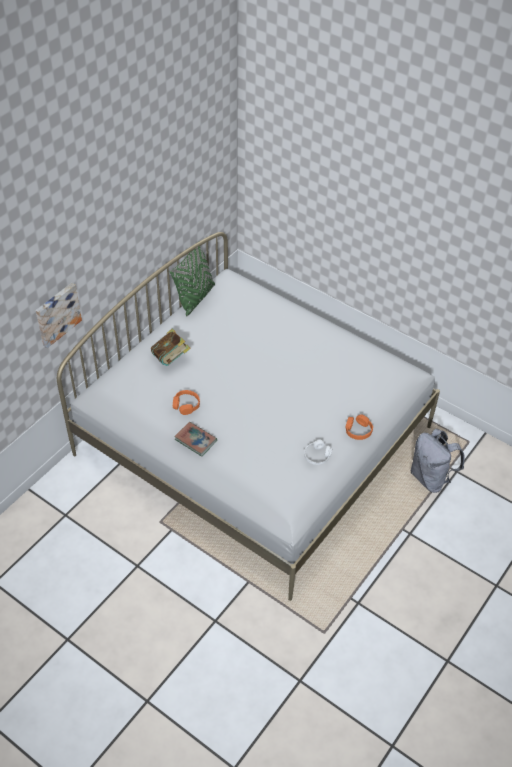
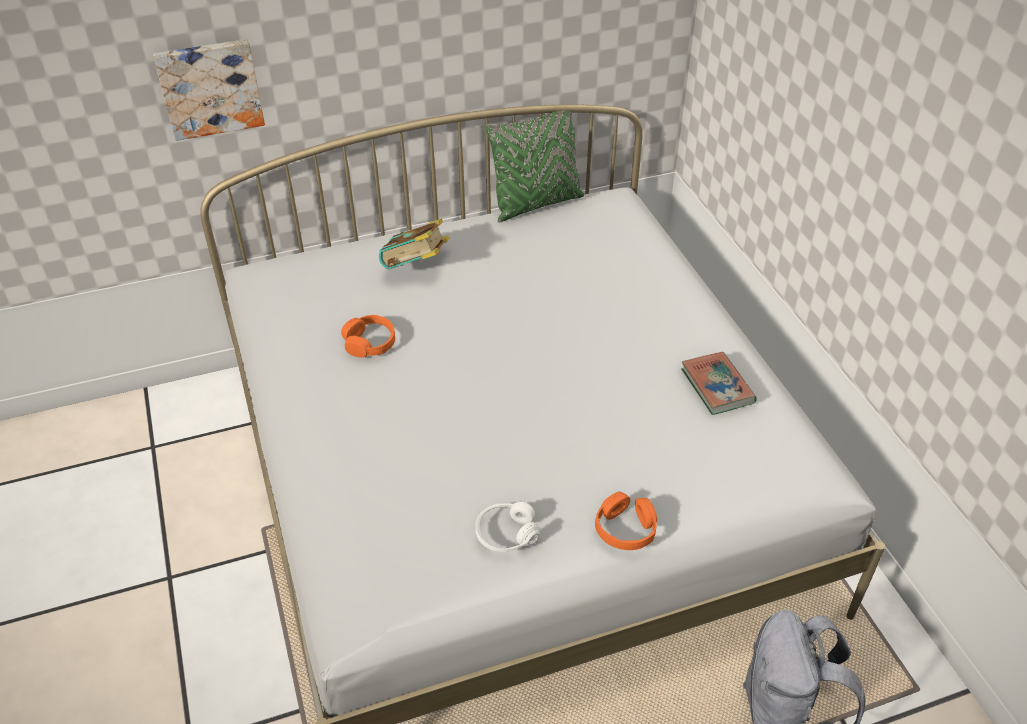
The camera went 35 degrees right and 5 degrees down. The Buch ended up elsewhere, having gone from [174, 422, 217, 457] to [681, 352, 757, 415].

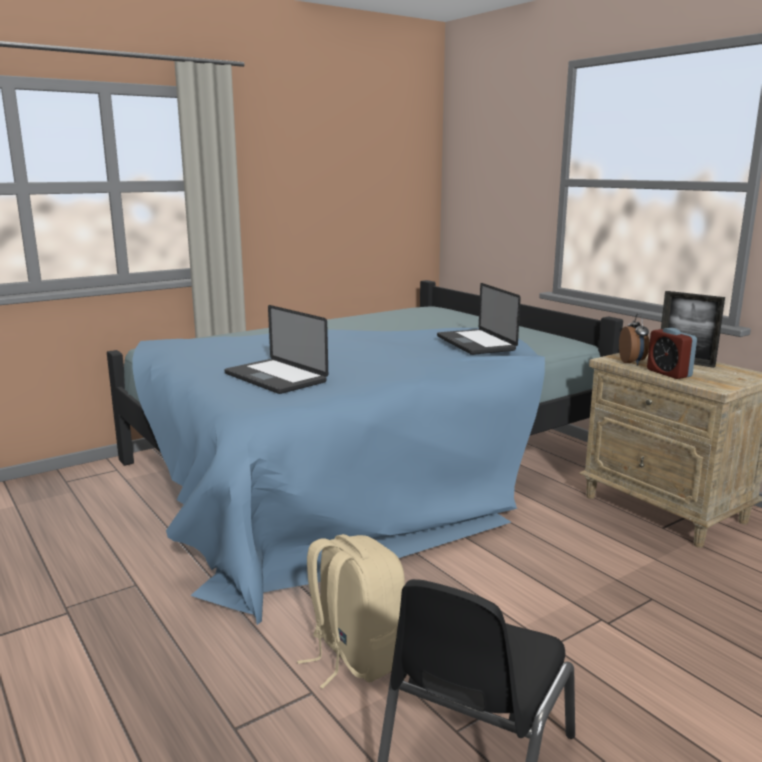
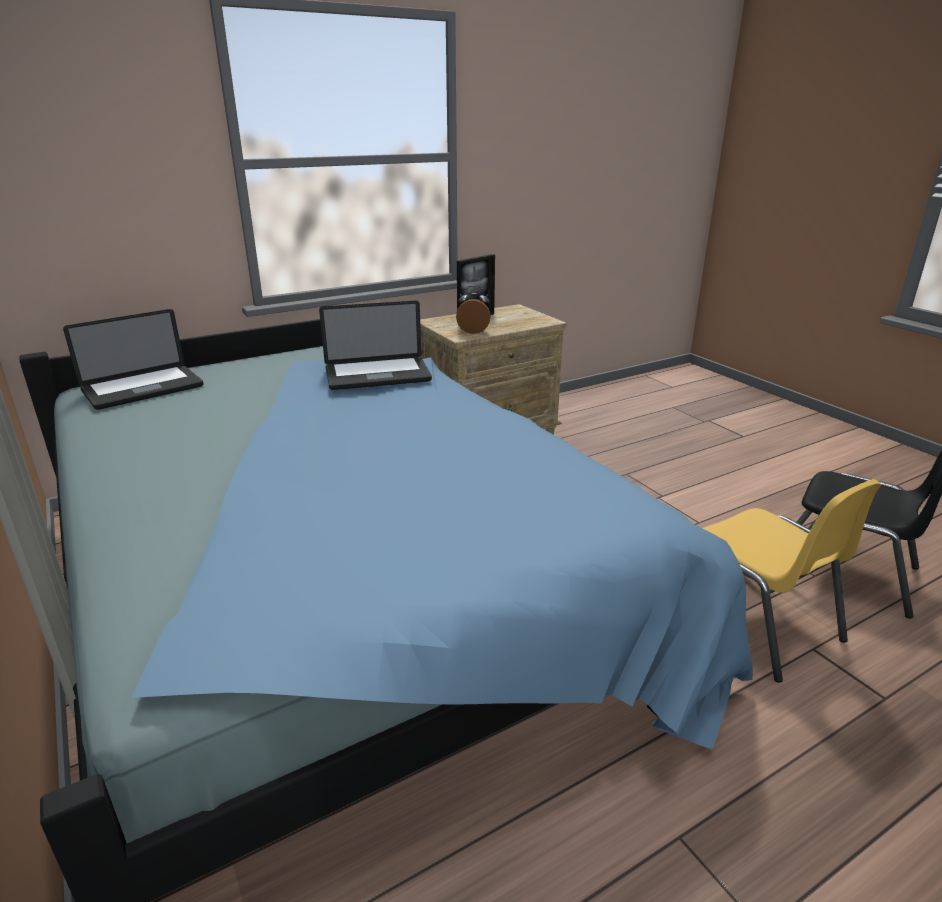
The camera went 85 degrees left and 10 degrees up. The second view lost the Wecker at [647, 328, 697, 379]. The Laptop ended up elsewhere, having gone from [224, 305, 328, 394] to [63, 309, 203, 410]. Where the Rucksack/beige stood at [297, 534, 405, 689], the Stuhl/gelb came to stand at [703, 479, 881, 683].

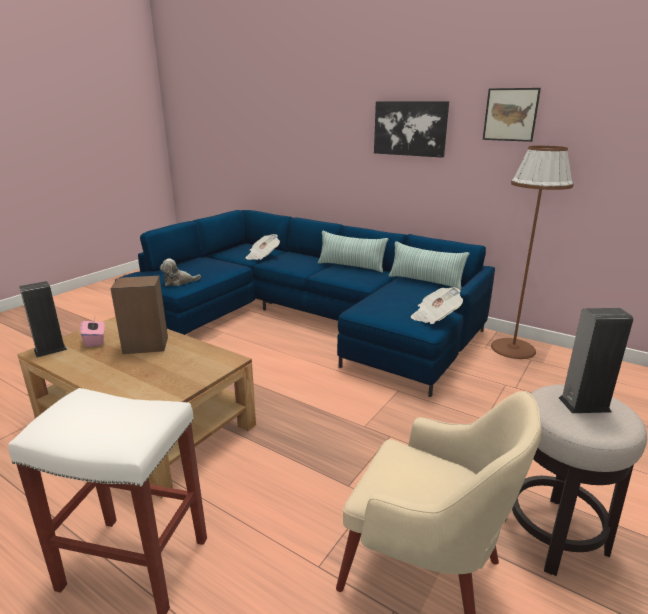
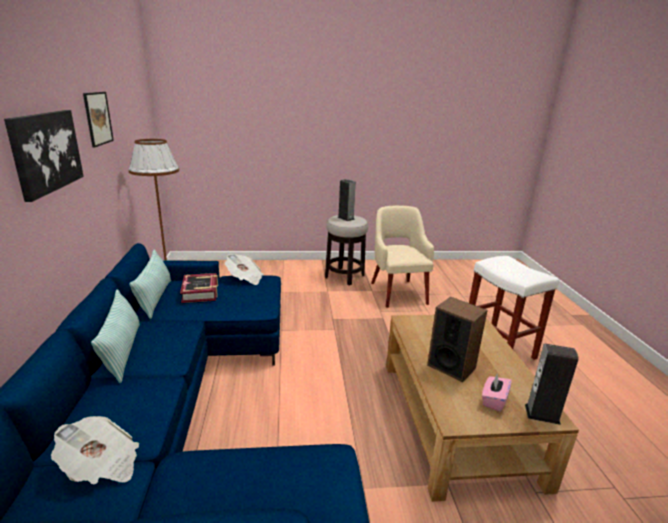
The camera went 130 degrees left and 0 degrees up. The second view lost the Plüschtier at [160, 258, 201, 286]. The second view gained the Buch at [180, 273, 218, 303].

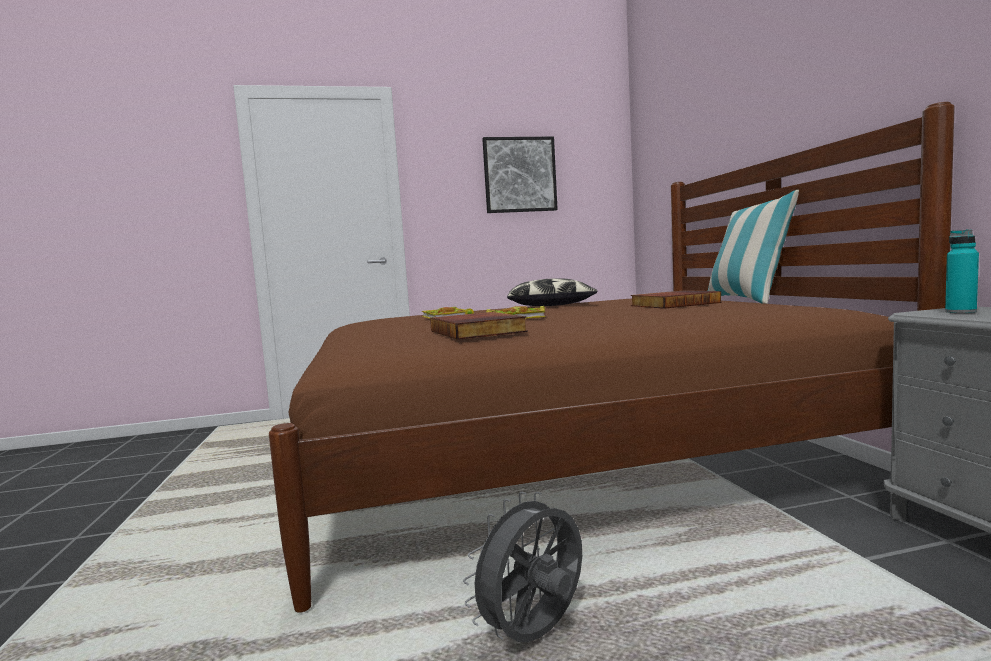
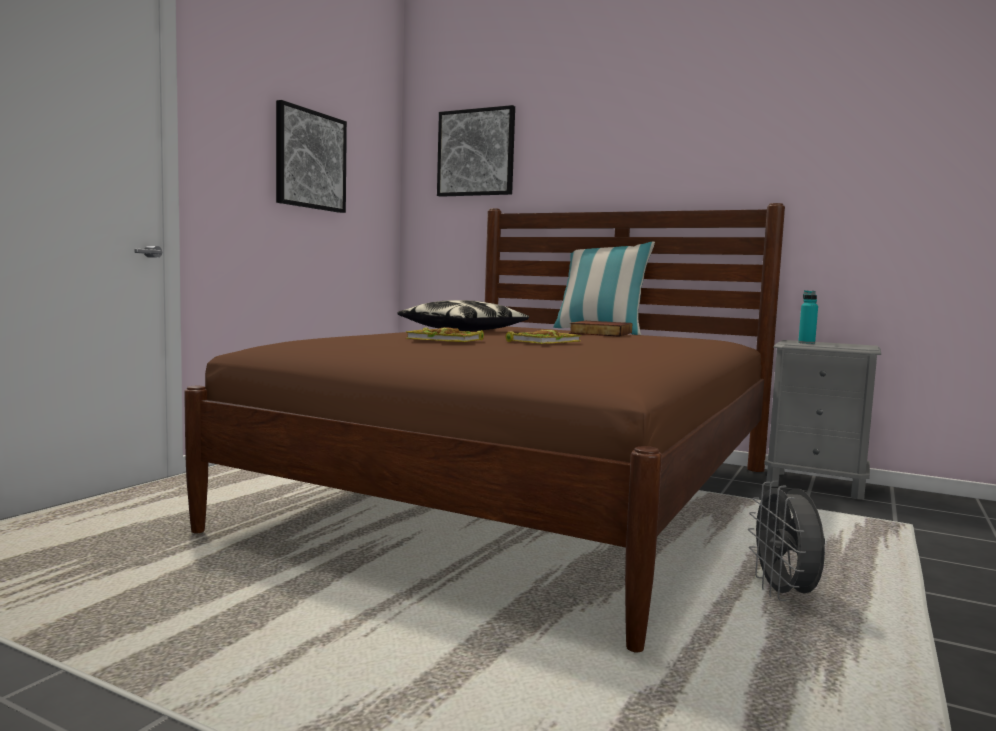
The camera went 50 degrees left and 0 degrees up. The second view lost the Buch at [430, 312, 528, 340]. The second view gained the Bild at [437, 105, 515, 197].

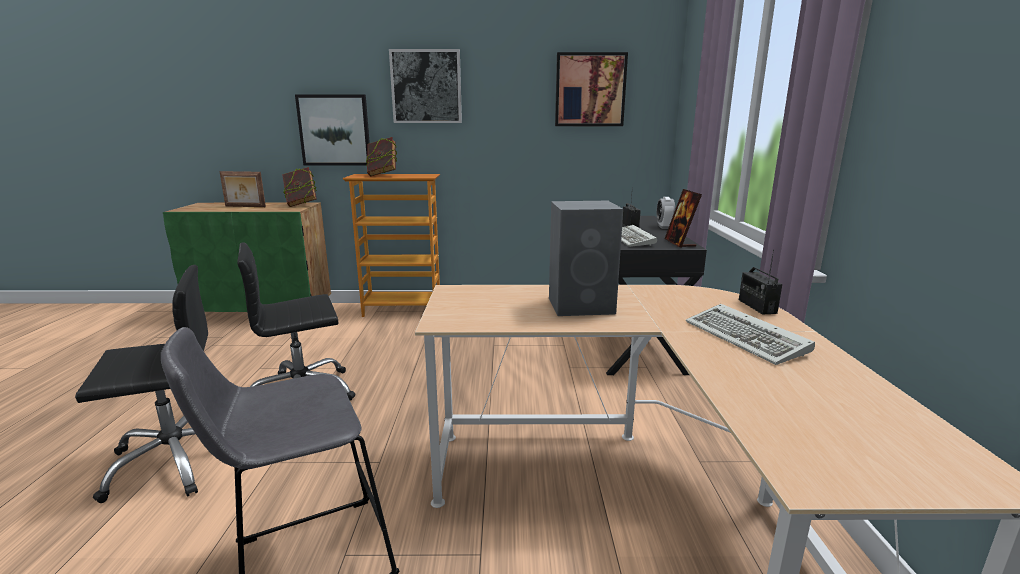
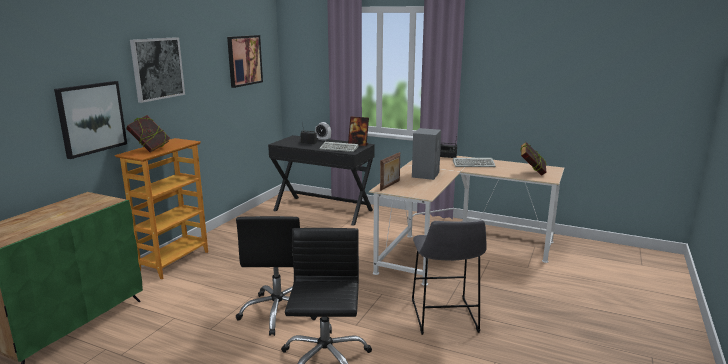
The camera went 65 degrees left and 0 degrees up. The Bilderrahmen ended up elsewhere, having gone from [219, 171, 266, 207] to [380, 152, 400, 191]. The Buch ended up elsewhere, having gone from [282, 167, 317, 207] to [520, 142, 546, 176].

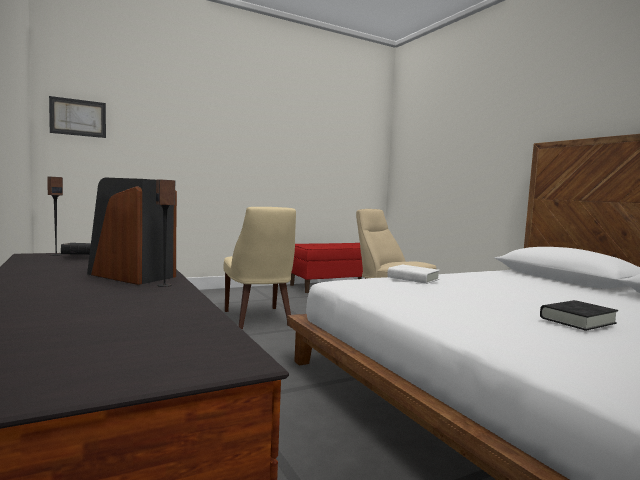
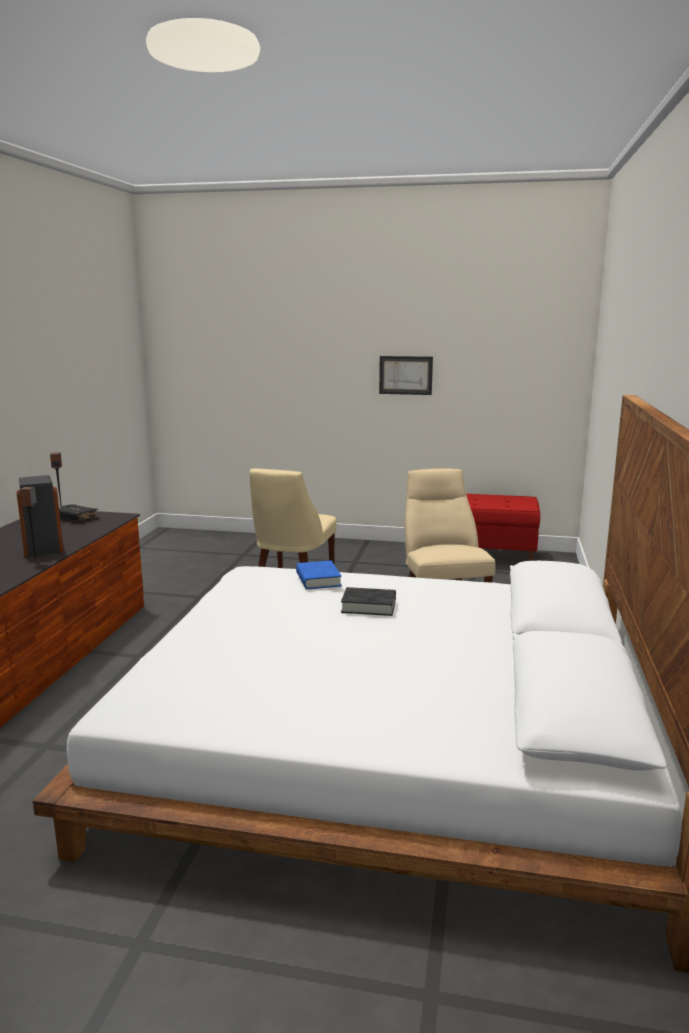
The camera went 40 degrees right and 10 degrees up. The Bild ended up elsewhere, having gone from [49, 96, 106, 138] to [379, 356, 433, 395]. The Buch/schwarz ended up elsewhere, having gone from [540, 300, 618, 331] to [341, 587, 396, 616]. What was the Buch/weiß at [387, 265, 440, 284] turned into the Buch/blau at [296, 560, 342, 589].

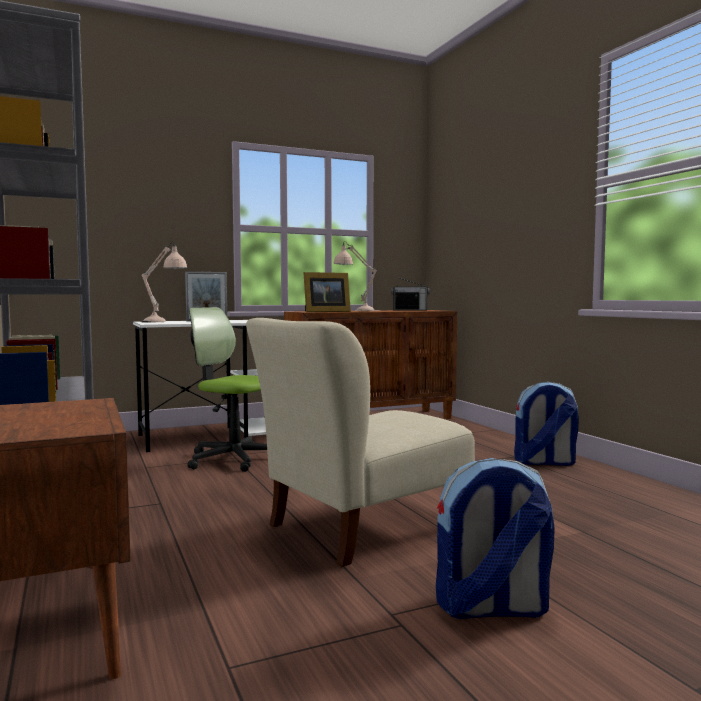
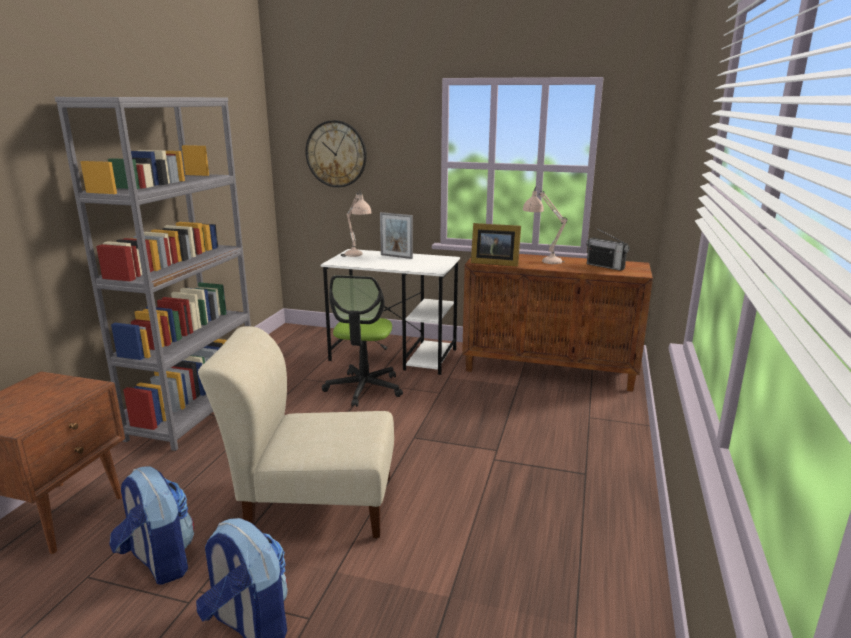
The camera went 40 degrees right and 15 degrees up. The second view gained the Wanduhr at [305, 120, 367, 188]. The Rucksack ended up elsewhere, having gone from [514, 382, 579, 466] to [109, 466, 194, 585]. The Bürostuhl at [187, 307, 267, 472] ended up facing another way, 150 degrees counterclockwise from before.

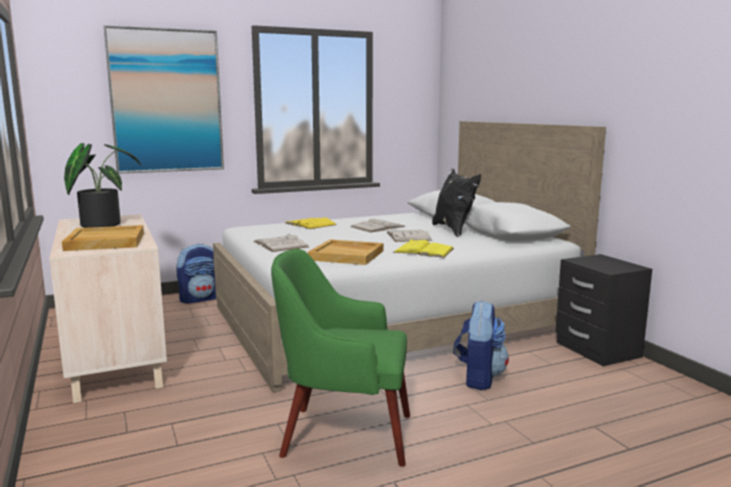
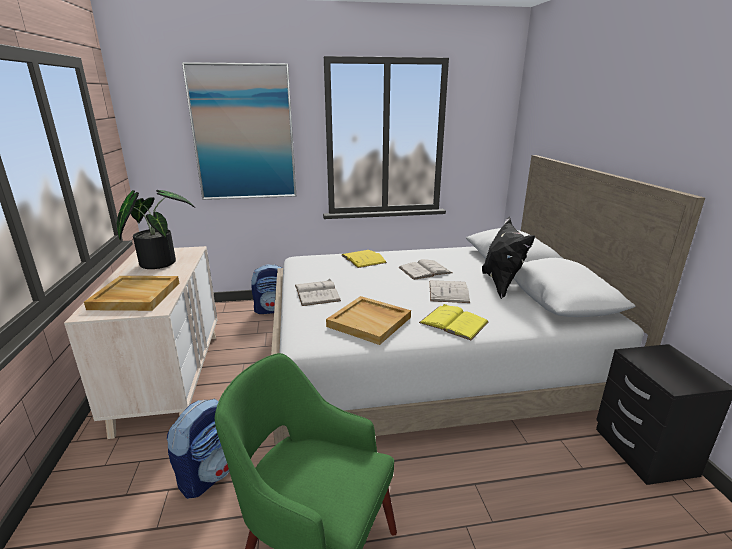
The camera went 15 degrees right and 10 degrees up. The Rucksack ended up elsewhere, having gone from [453, 301, 509, 390] to [167, 399, 229, 499].

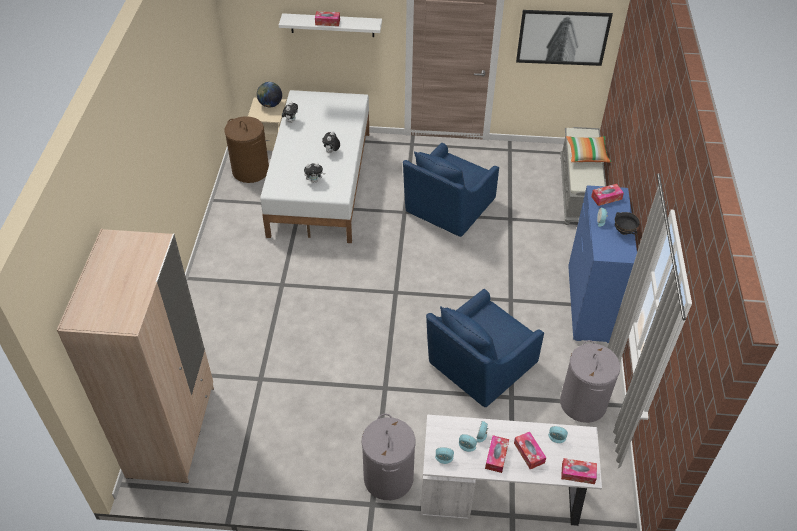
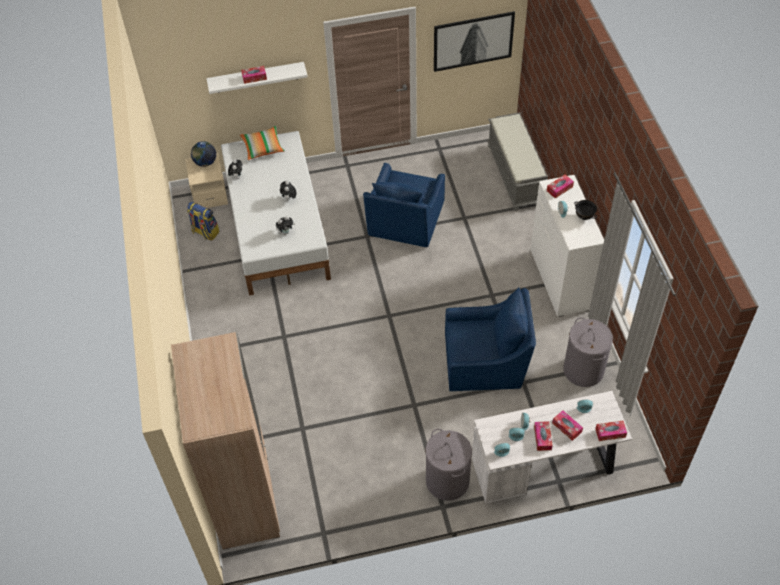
The camera went 15 degrees left and 5 degrees up. The Kissen ended up elsewhere, having gone from [566, 136, 611, 162] to [240, 126, 285, 160]. Where the Wäschekorb/braun stood at [224, 116, 269, 183], the Rucksack came to stand at [187, 202, 220, 240]. What was the Kommode/blau at [568, 185, 637, 343] turned into the Kommode/weiß at [530, 175, 604, 317]. The Sessel/blau at [426, 289, 544, 407] ended up facing another way, 120 degrees counterclockwise from before.

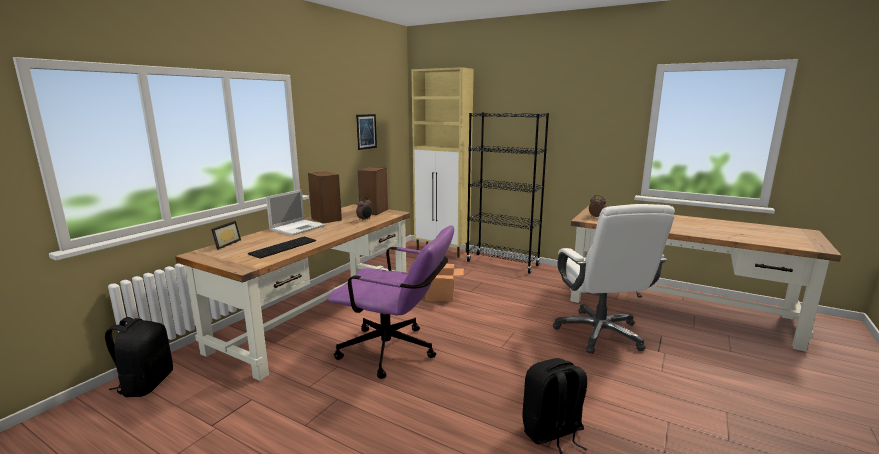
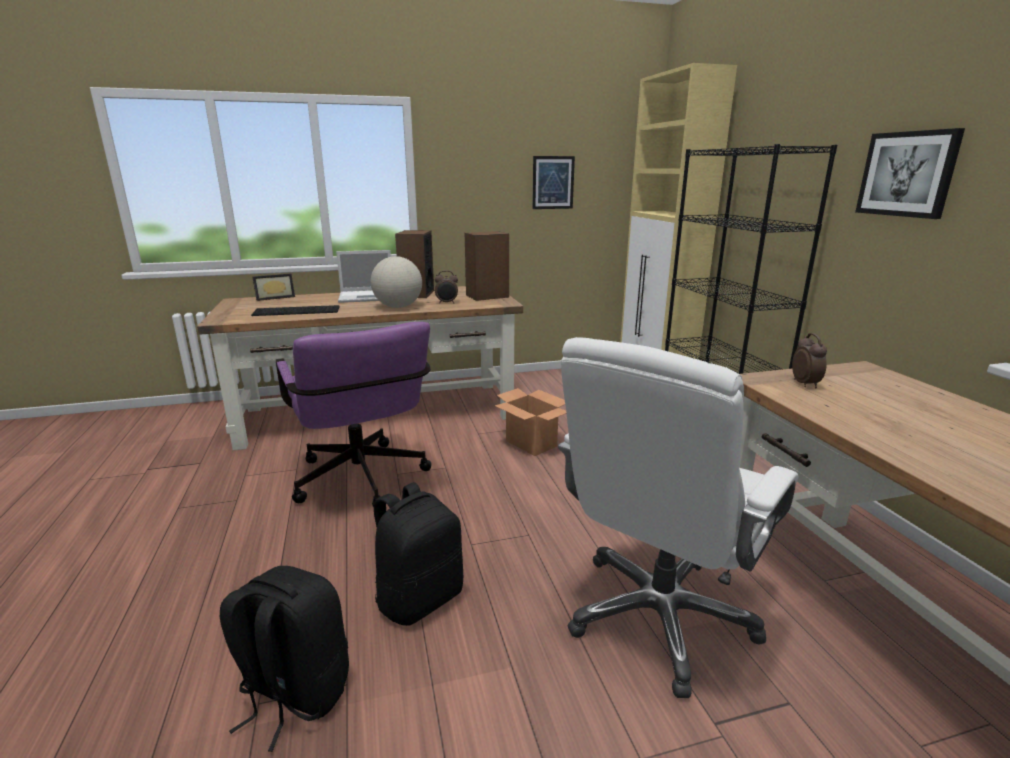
The camera went 45 degrees right and 5 degrees up. The second view gained the Globus at [371, 256, 422, 308]. The second view gained the Bild at [855, 128, 965, 219]. The Rucksack/schwarz ended up elsewhere, having gone from [105, 317, 173, 397] to [374, 482, 463, 626].

